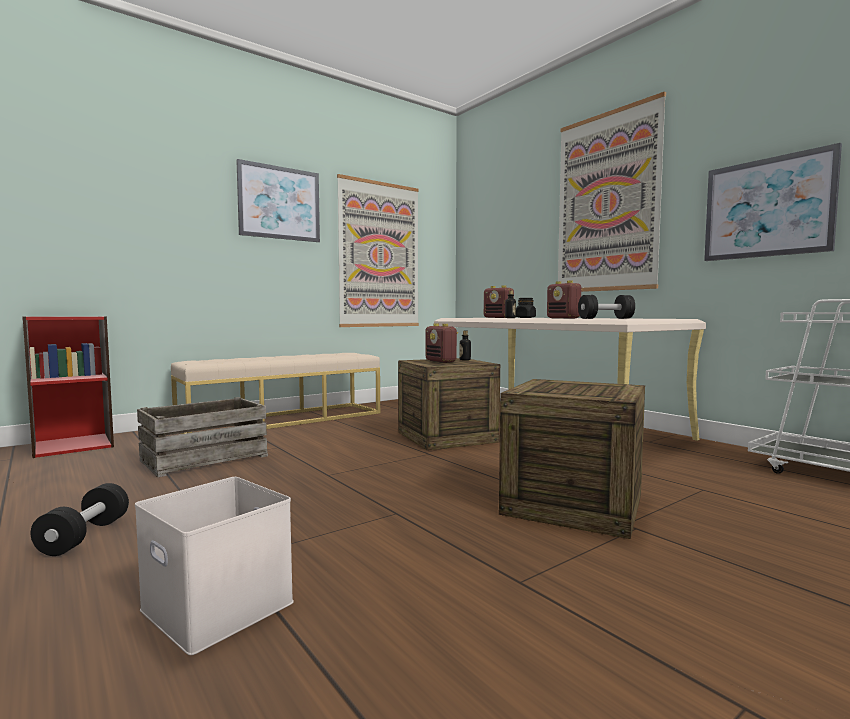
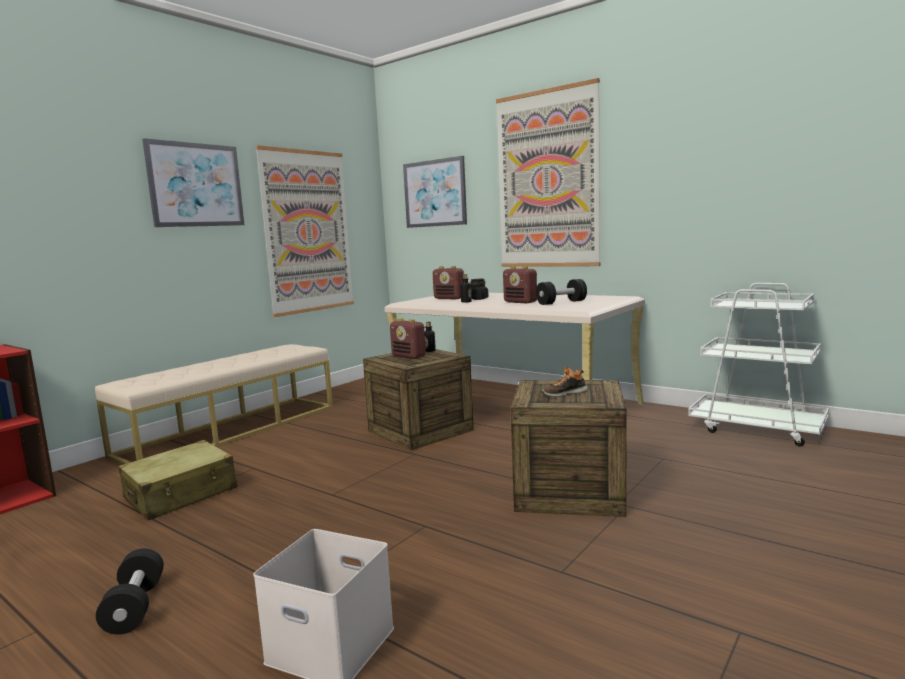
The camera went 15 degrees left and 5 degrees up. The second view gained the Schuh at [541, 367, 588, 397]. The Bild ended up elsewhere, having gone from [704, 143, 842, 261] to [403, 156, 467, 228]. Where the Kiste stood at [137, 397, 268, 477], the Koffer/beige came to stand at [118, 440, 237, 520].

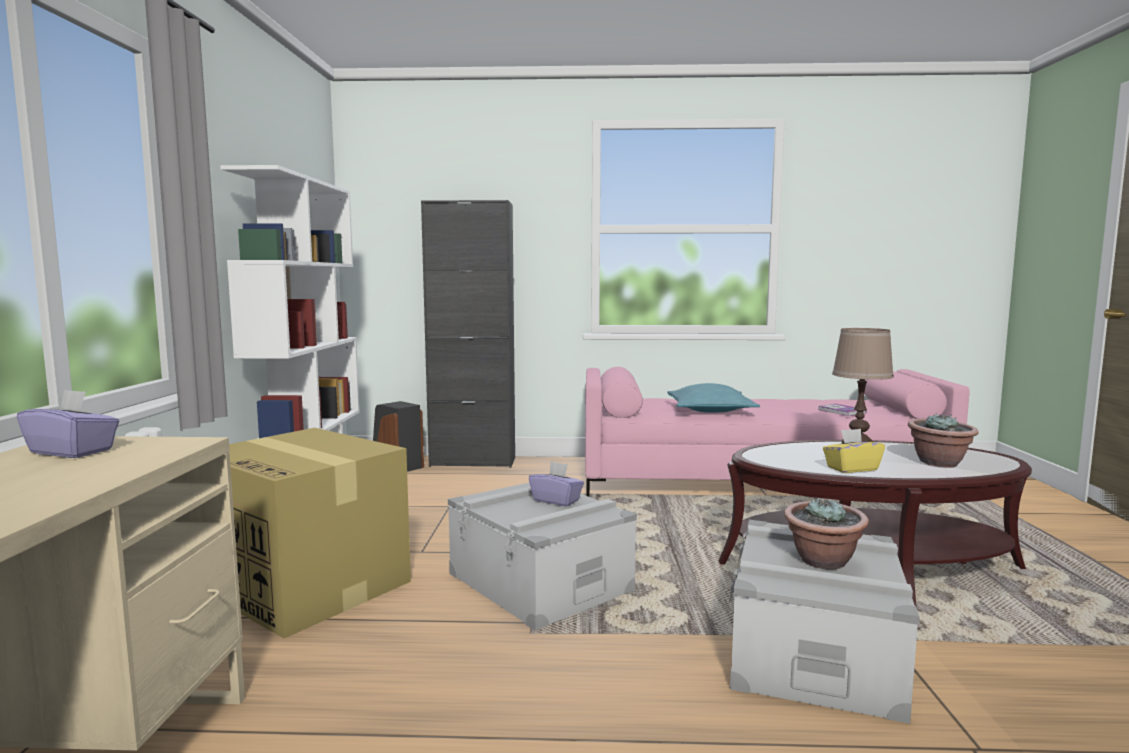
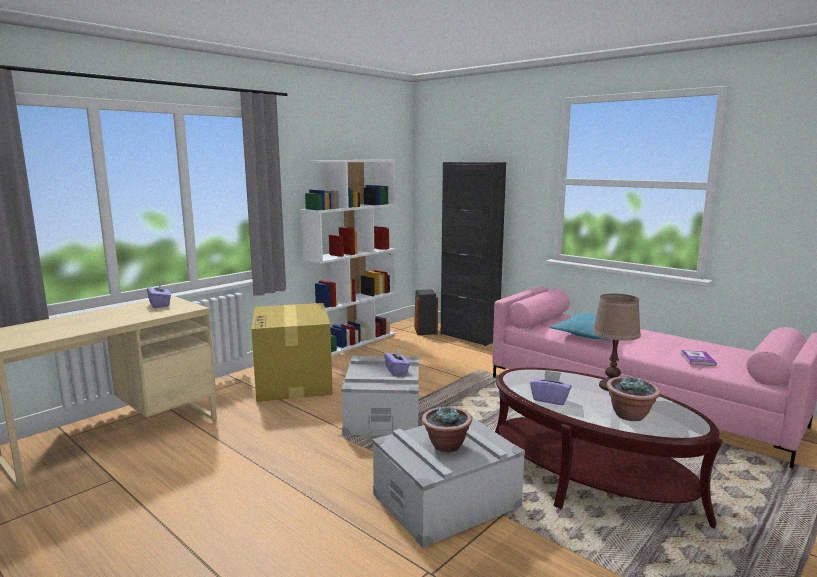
The camera went 40 degrees right and 5 degrees up. What was the Taschentuchbox/gelb at [823, 429, 885, 473] turned into the Taschentuchbox/lila at [530, 370, 572, 405].

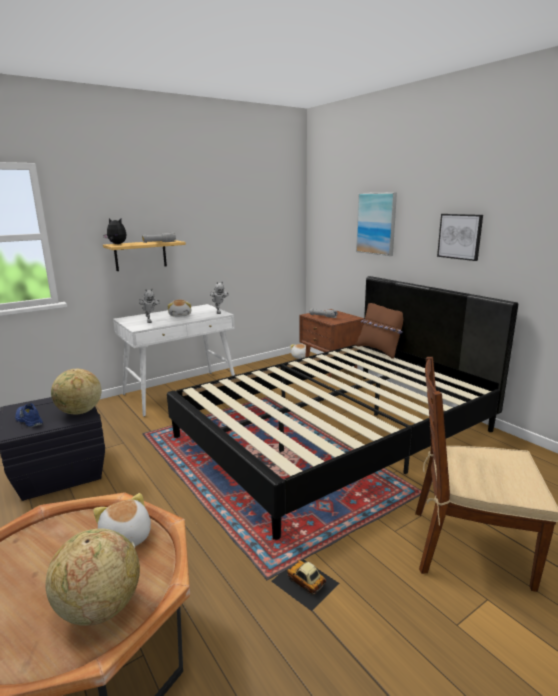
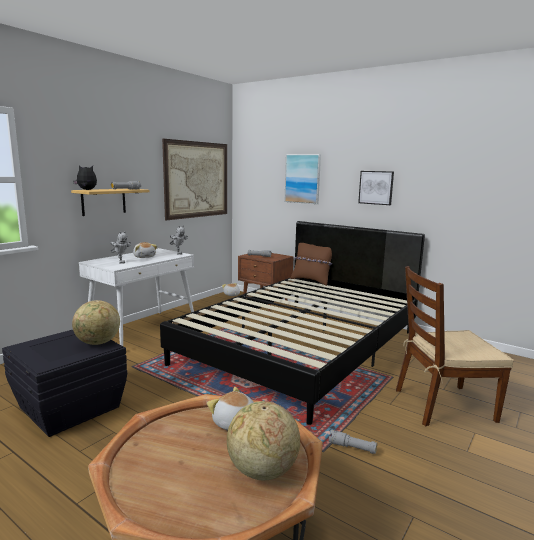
The camera went 20 degrees left and 5 degrees down. The second view lost the Schuh/blau at [15, 403, 43, 427]. The second view gained the Bild at [162, 139, 227, 221]. Where the Spielzeugauto stood at [271, 560, 340, 611], the Taschenlampe/grau came to stand at [329, 430, 377, 454].

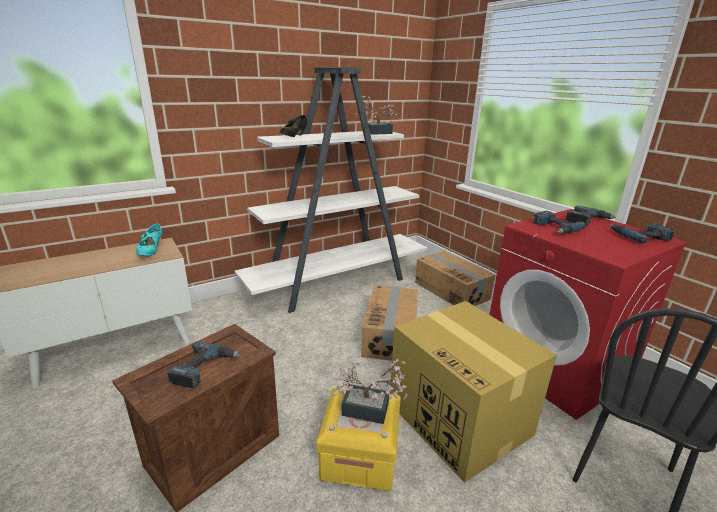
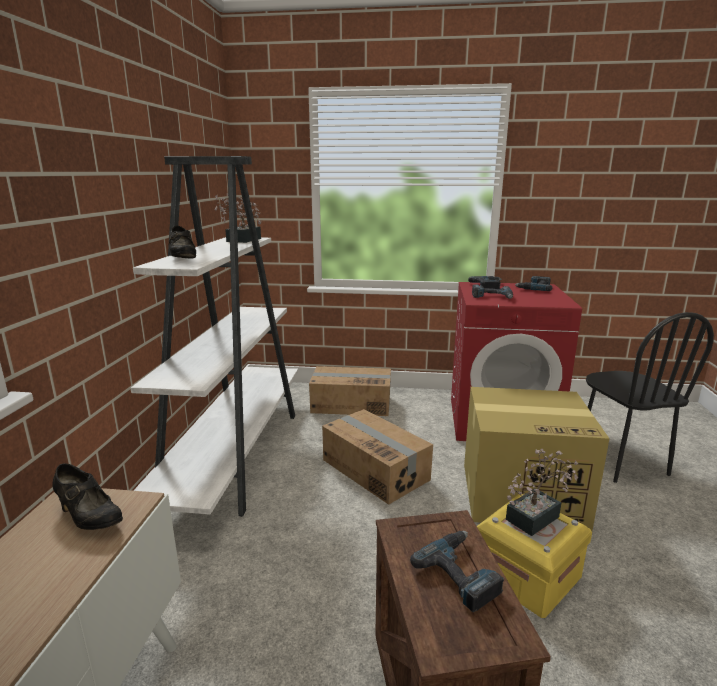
The camera went 50 degrees left and 5 degrees down. What was the Schuh/türkis at [136, 224, 162, 256] turned into the Schuh/schwarz at [52, 463, 123, 530].

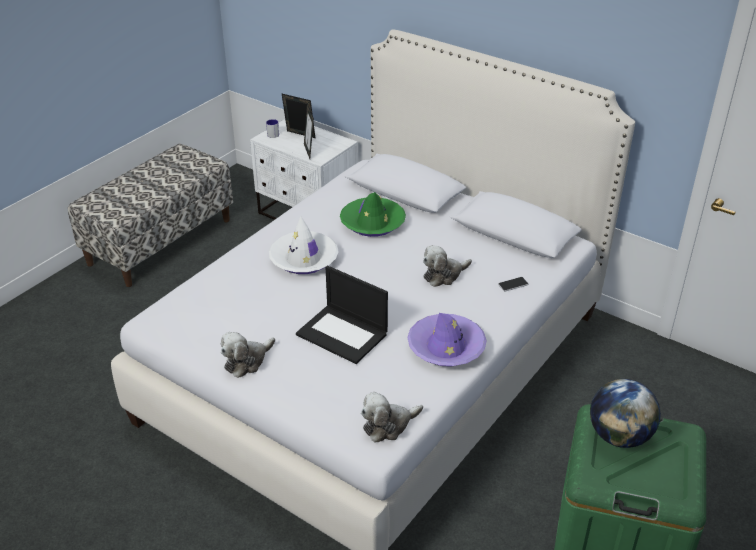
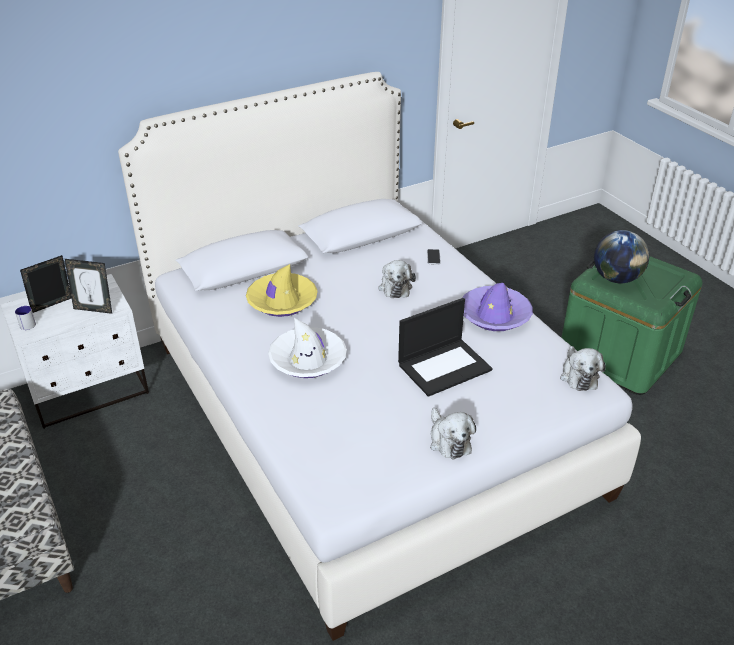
The camera went 65 degrees left and 0 degrees up. What was the Hut/grün at [340, 192, 406, 237] turned into the Hut/gelb at [246, 264, 318, 317].

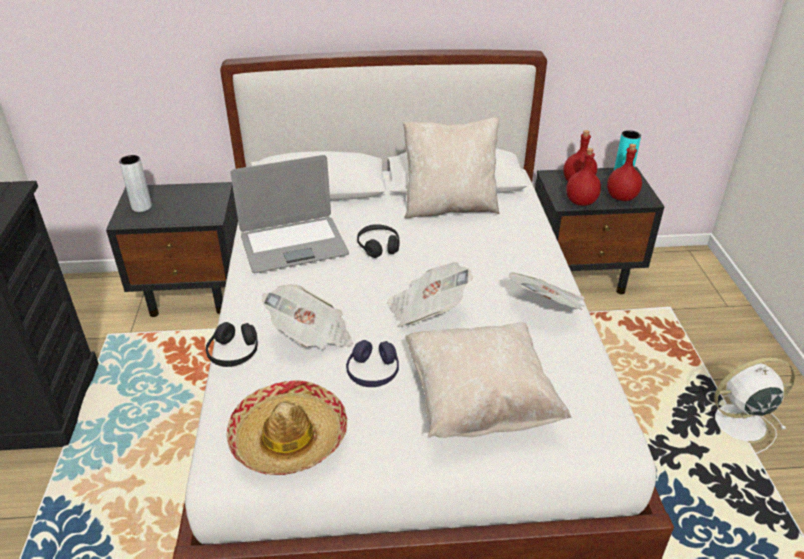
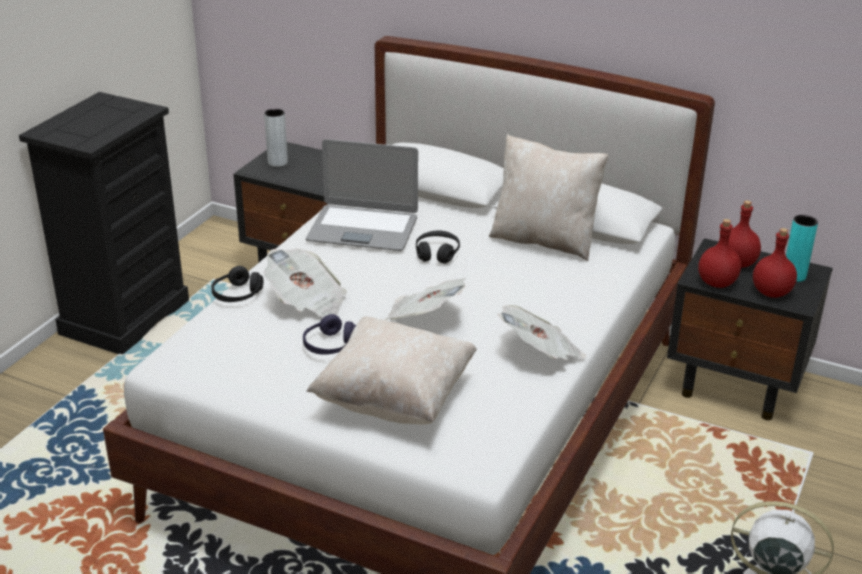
The camera went 30 degrees right and 5 degrees down. The second view lost the Hut at [226, 380, 347, 475].

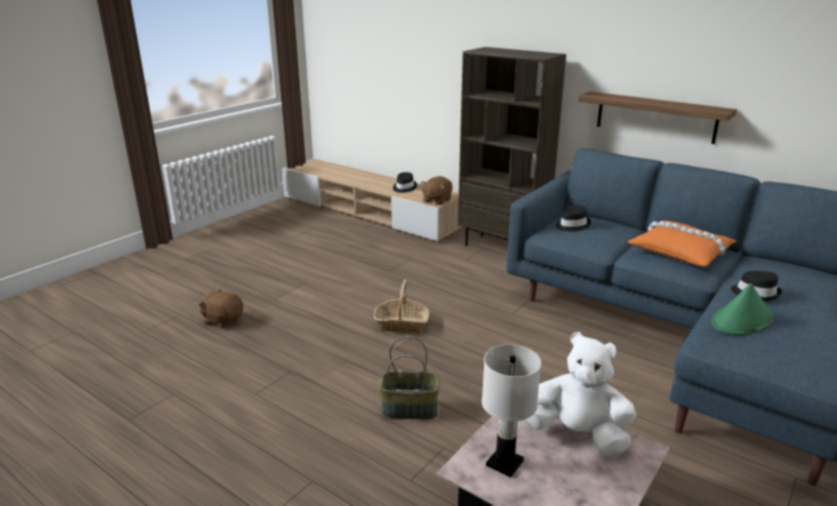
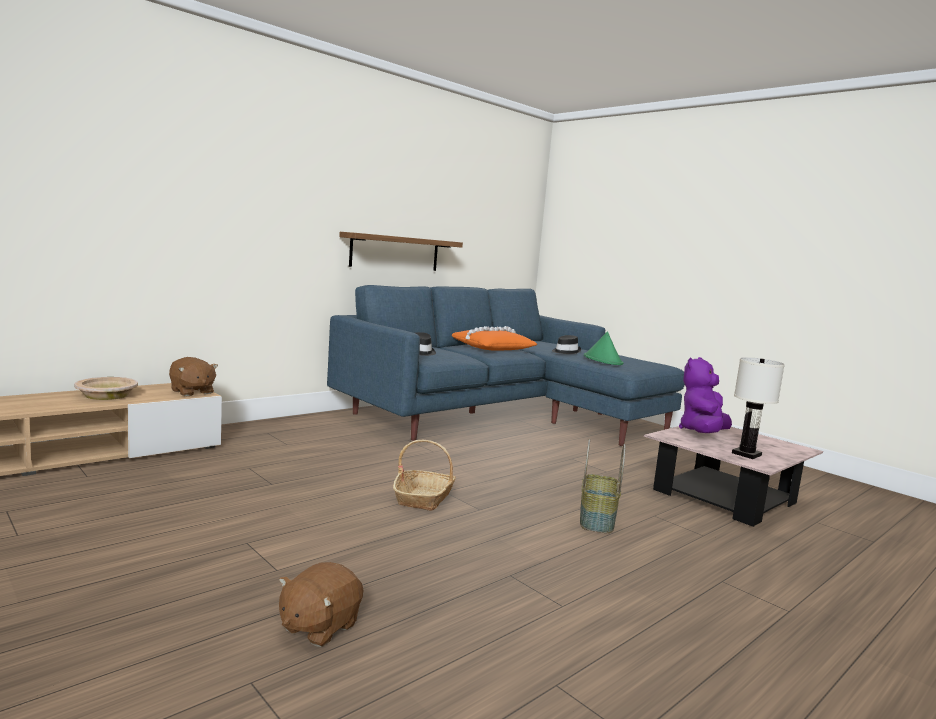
The camera went 80 degrees left and 15 degrees down. The second view lost the Bücherregal/braun at [458, 47, 566, 246]. Where the Hut/schwarz stood at [393, 172, 417, 193], the Schüssel/beige came to stand at [74, 377, 138, 400]. What was the Plüschtier/weiß at [525, 332, 636, 457] turned into the Plüschtier/lila at [679, 357, 732, 433].

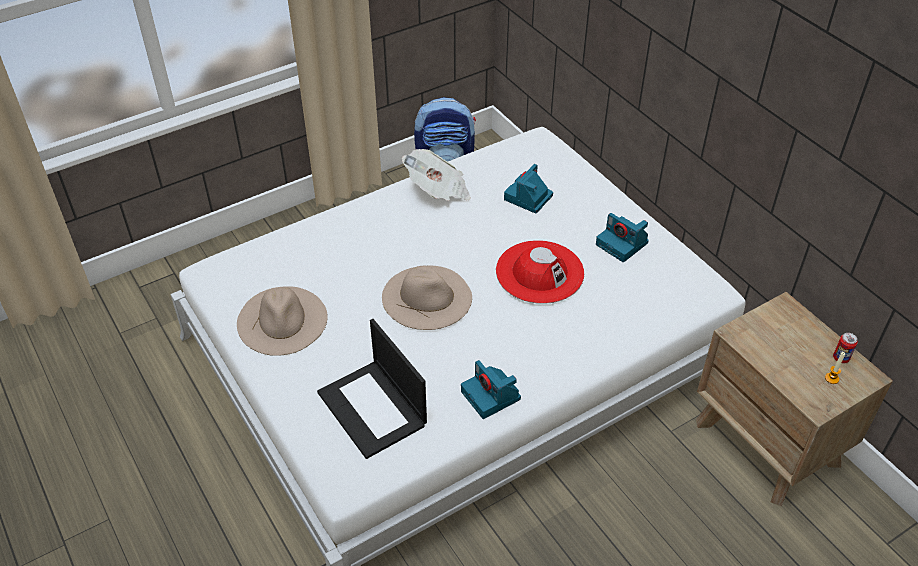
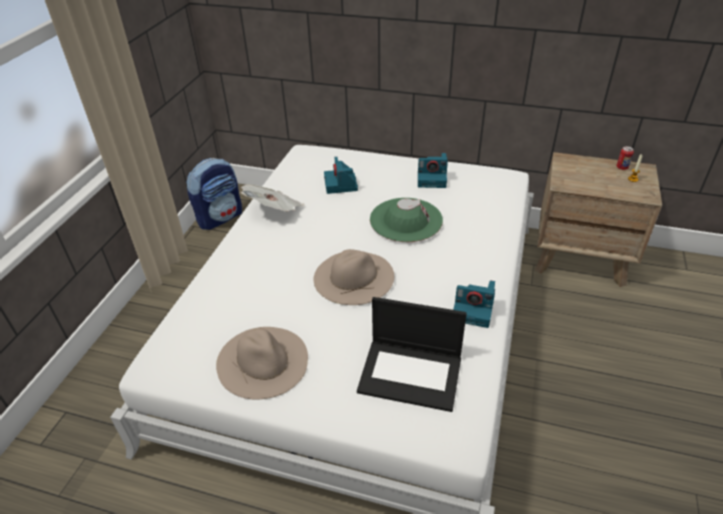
The camera went 40 degrees left and 5 degrees down. What was the Hut/rot at [496, 240, 584, 304] turned into the Hut/grün at [370, 198, 443, 242].

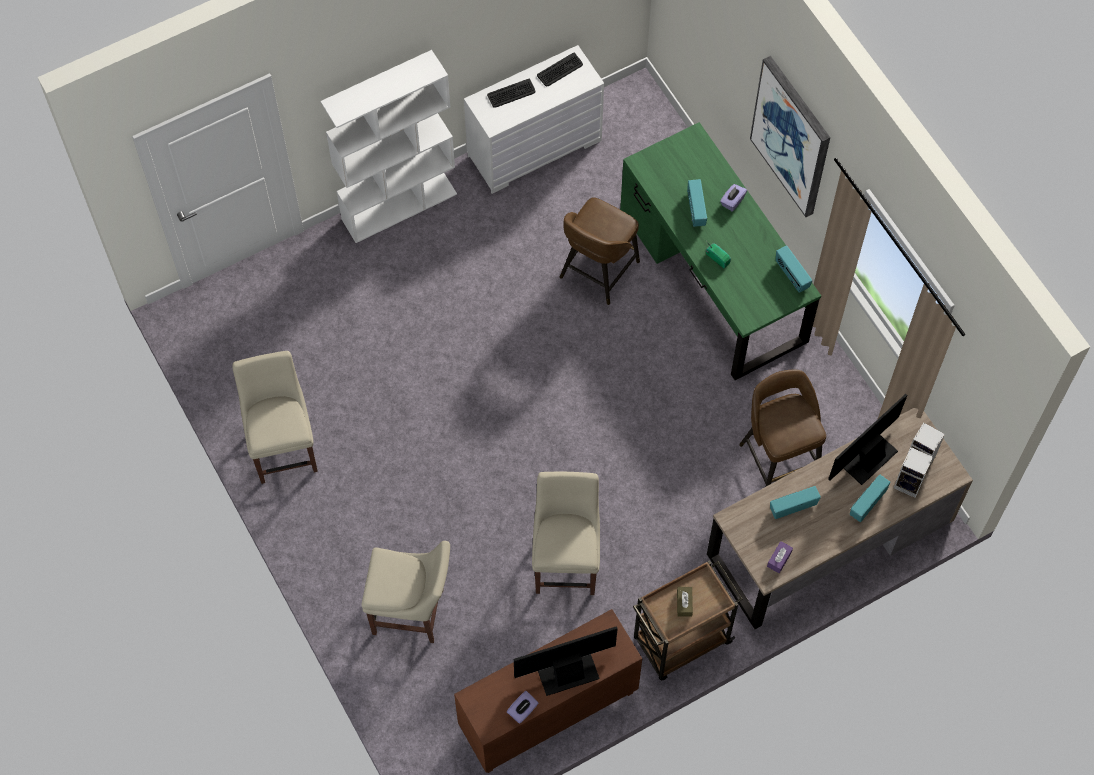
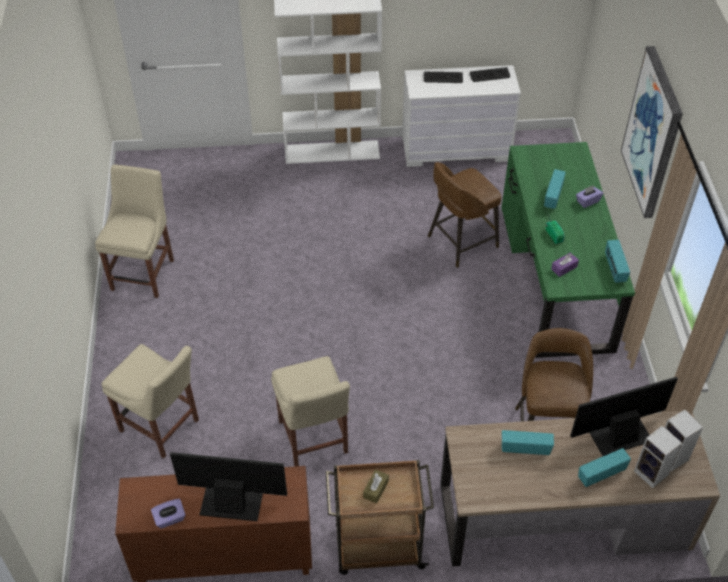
The camera went 25 degrees right and 15 degrees down. The Taschentuchbox/lila ended up elsewhere, having gone from [767, 541, 793, 573] to [551, 252, 579, 277]. The Stuhl/beige at [532, 472, 600, 595] ended up facing another way, 135 degrees clockwise from before.

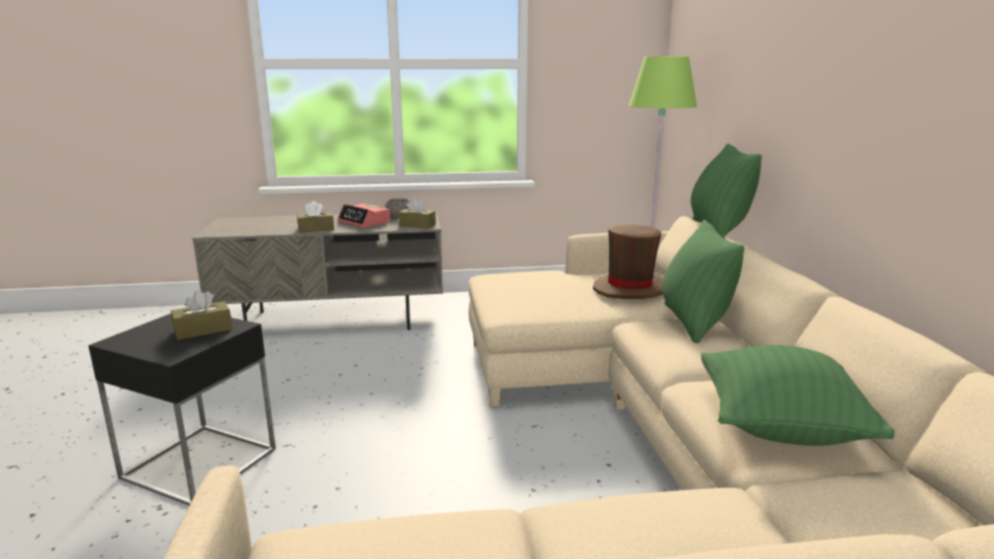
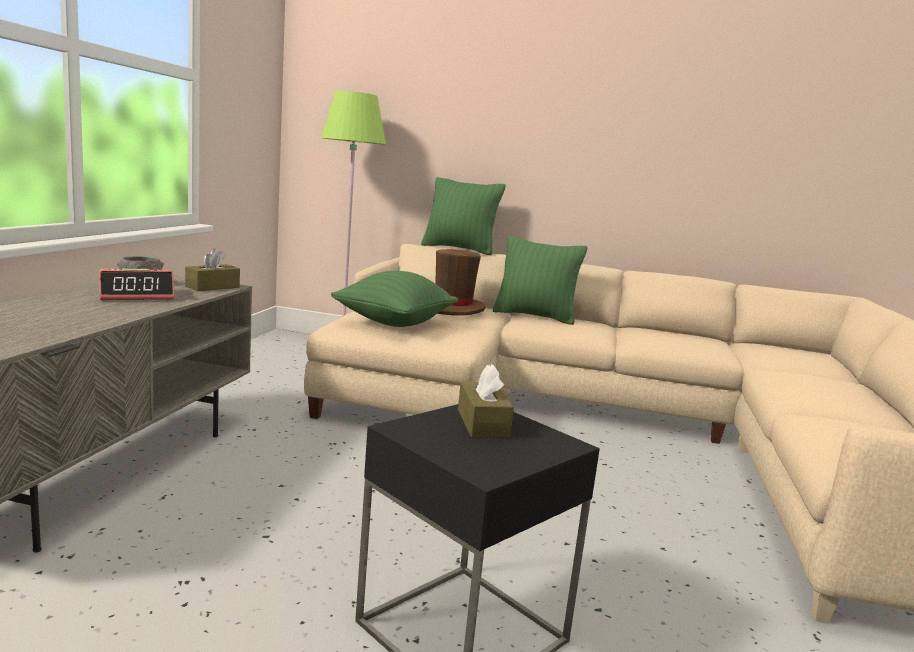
The camera went 70 degrees left and 5 degrees down. The second view lost the Taschentuchbox/braun at [297, 201, 334, 233]. The Kissen/grün ended up elsewhere, having gone from [701, 345, 894, 446] to [331, 271, 458, 327].

